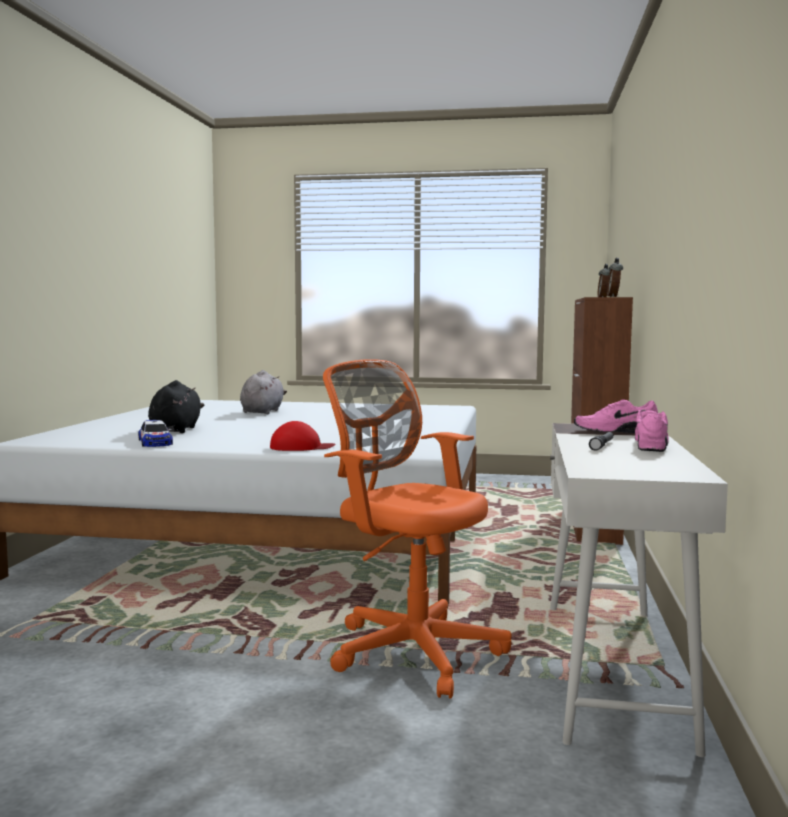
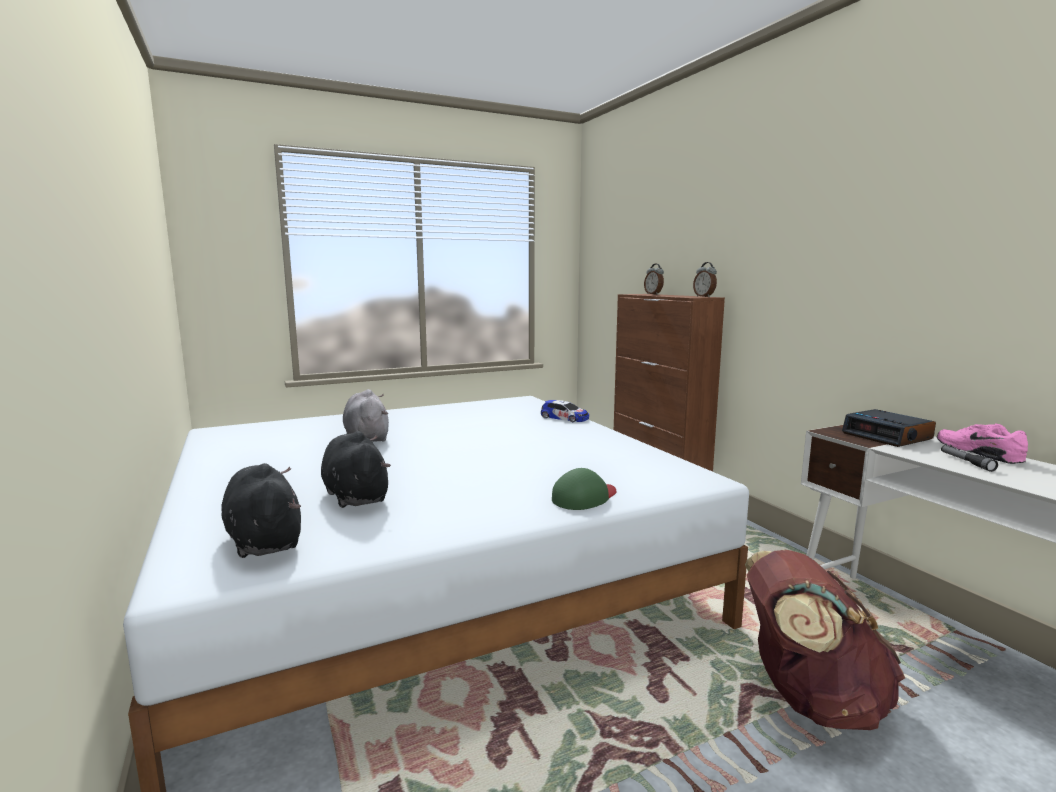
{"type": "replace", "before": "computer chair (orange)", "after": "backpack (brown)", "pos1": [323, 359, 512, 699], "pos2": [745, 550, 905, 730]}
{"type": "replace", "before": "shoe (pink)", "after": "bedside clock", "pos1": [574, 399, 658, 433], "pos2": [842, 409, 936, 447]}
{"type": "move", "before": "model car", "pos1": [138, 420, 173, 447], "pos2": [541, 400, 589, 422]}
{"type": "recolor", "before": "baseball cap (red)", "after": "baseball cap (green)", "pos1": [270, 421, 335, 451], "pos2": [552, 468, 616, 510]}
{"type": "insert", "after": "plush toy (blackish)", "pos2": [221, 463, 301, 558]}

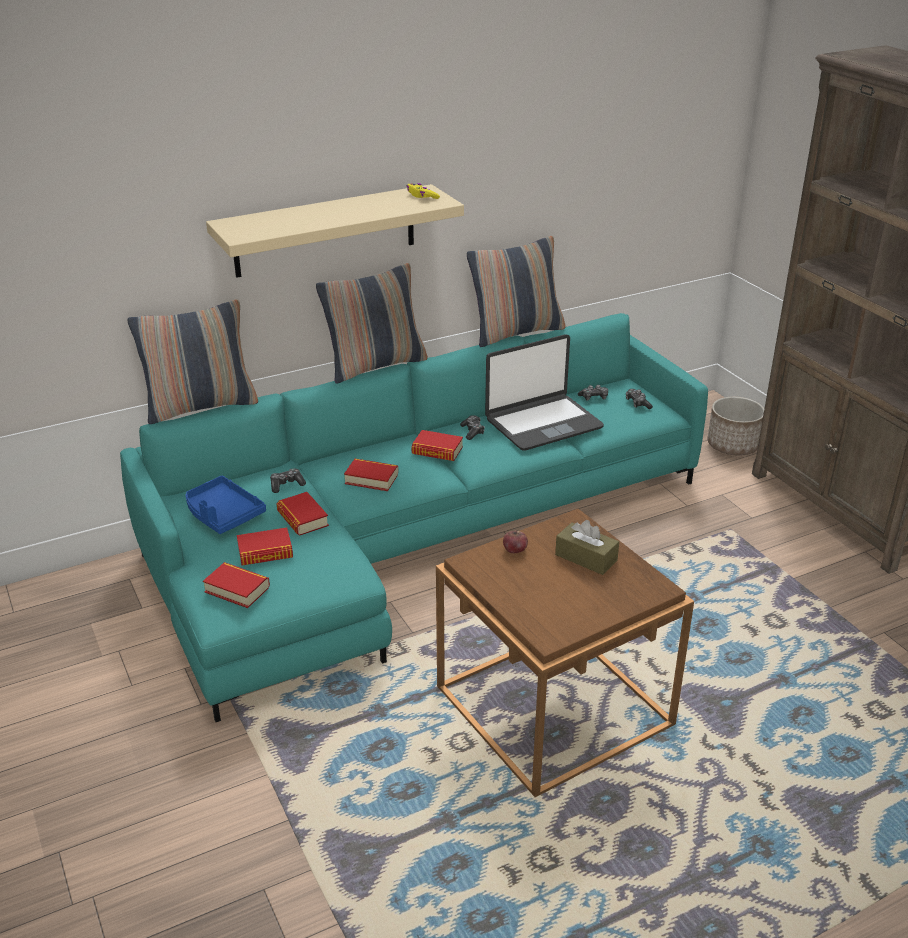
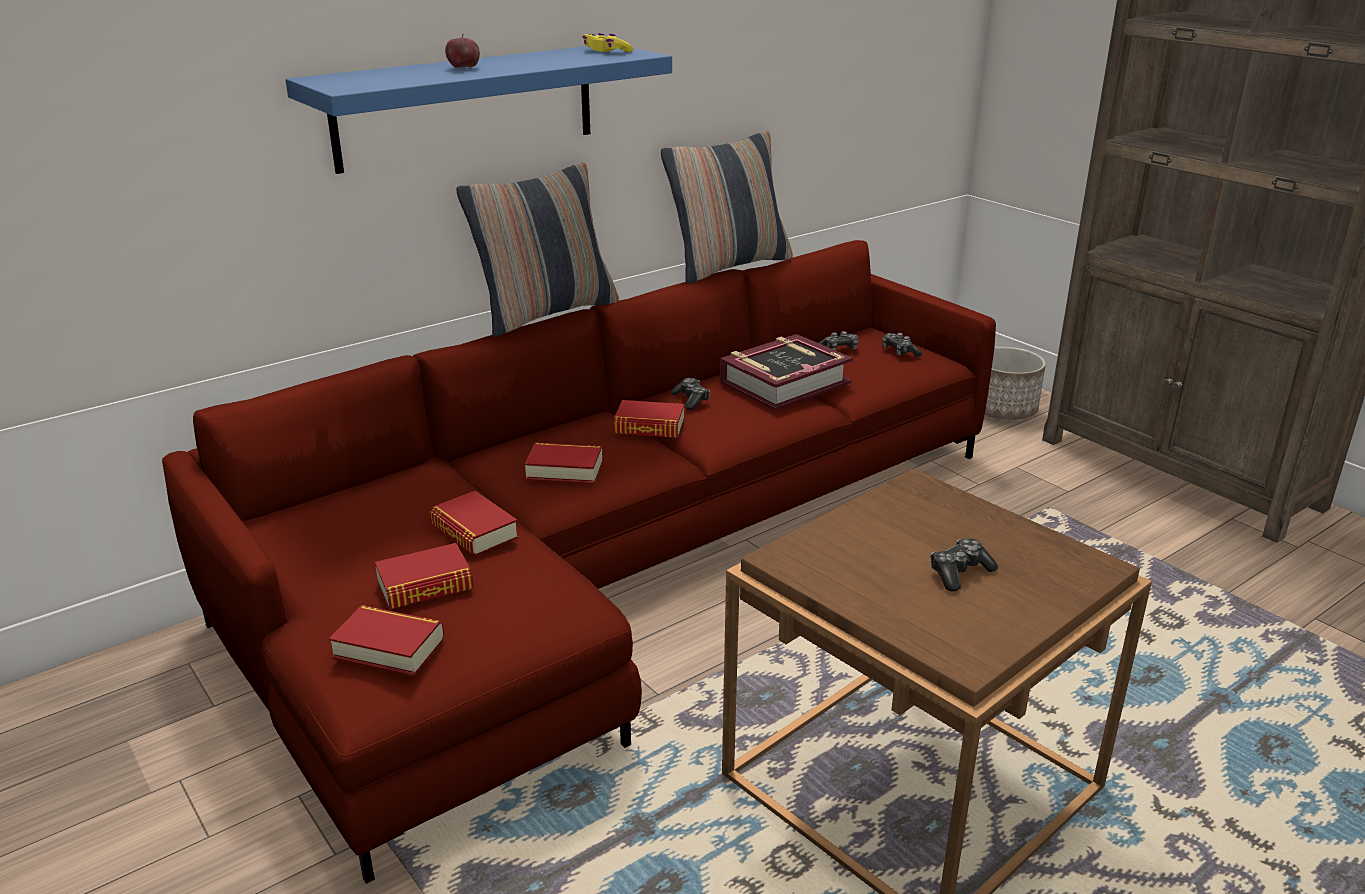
{"type": "recolor", "before": "shelf (beige)", "after": "shelf (blue)", "pos1": [206, 184, 464, 278], "pos2": [285, 46, 672, 174]}
{"type": "delete", "before": "pillow", "pos1": [128, 299, 258, 424]}
{"type": "recolor", "before": "sofa (turquoise)", "after": "sofa (red)", "pos1": [120, 313, 708, 722], "pos2": [162, 240, 996, 884]}
{"type": "replace", "before": "laptop", "after": "volume", "pos1": [485, 334, 604, 451], "pos2": [720, 334, 853, 411]}
{"type": "move", "before": "gamepad", "pos1": [270, 469, 306, 493], "pos2": [930, 539, 998, 592]}
{"type": "delete", "before": "serving tray (blue)", "pos1": [186, 476, 266, 534]}
{"type": "delete", "before": "box of tissues (brown)", "pos1": [555, 520, 619, 575]}
{"type": "move", "before": "whole apple", "pos1": [503, 531, 528, 553], "pos2": [445, 34, 480, 68]}

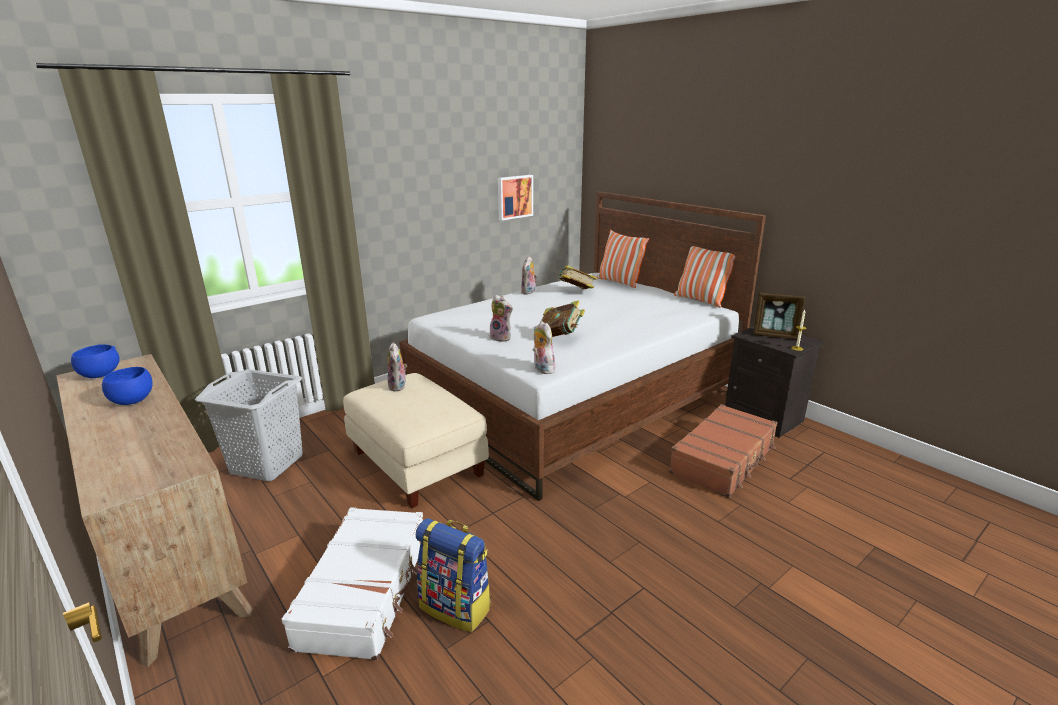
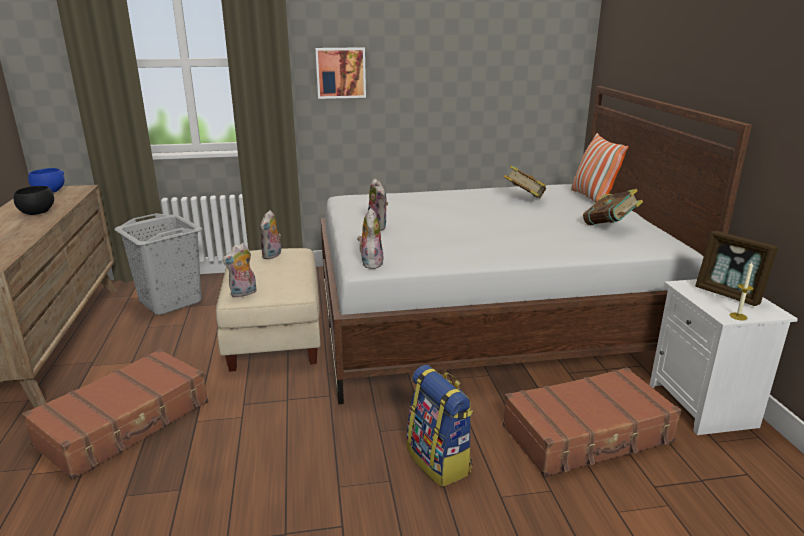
{"type": "move", "before": "wall picture", "pos1": [498, 175, 533, 220], "pos2": [315, 47, 366, 99]}
{"type": "delete", "before": "pillow", "pos1": [674, 246, 735, 308]}
{"type": "move", "before": "plush toy", "pos1": [521, 256, 537, 295], "pos2": [222, 243, 257, 297]}
{"type": "move", "before": "volume", "pos1": [541, 300, 585, 337], "pos2": [583, 189, 643, 226]}
{"type": "recolor", "before": "nightstand (blackish)", "after": "nightstand (white-coloured)", "pos1": [725, 326, 824, 438], "pos2": [650, 279, 798, 435]}
{"type": "recolor", "before": "serving bowl (blue)", "after": "serving bowl (blackish)", "pos1": [102, 367, 153, 405], "pos2": [13, 186, 54, 215]}
{"type": "recolor", "before": "travel case (white-coloured)", "after": "travel case (brown)", "pos1": [282, 507, 423, 660], "pos2": [22, 349, 208, 480]}
{"type": "move", "before": "backpack", "pos1": [416, 518, 491, 632], "pos2": [407, 365, 473, 487]}

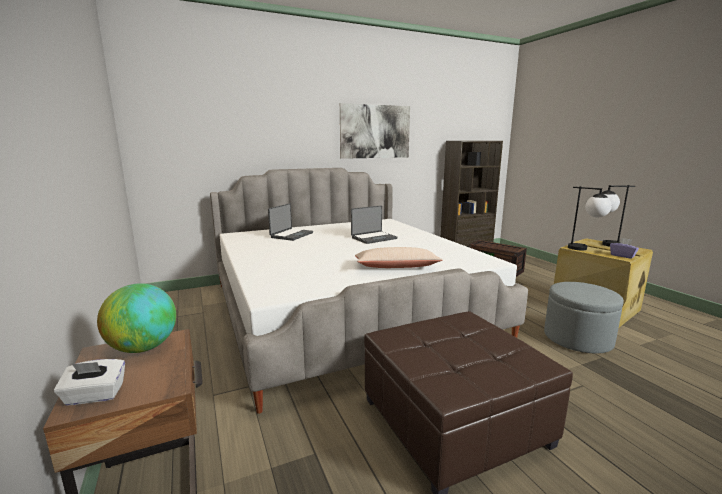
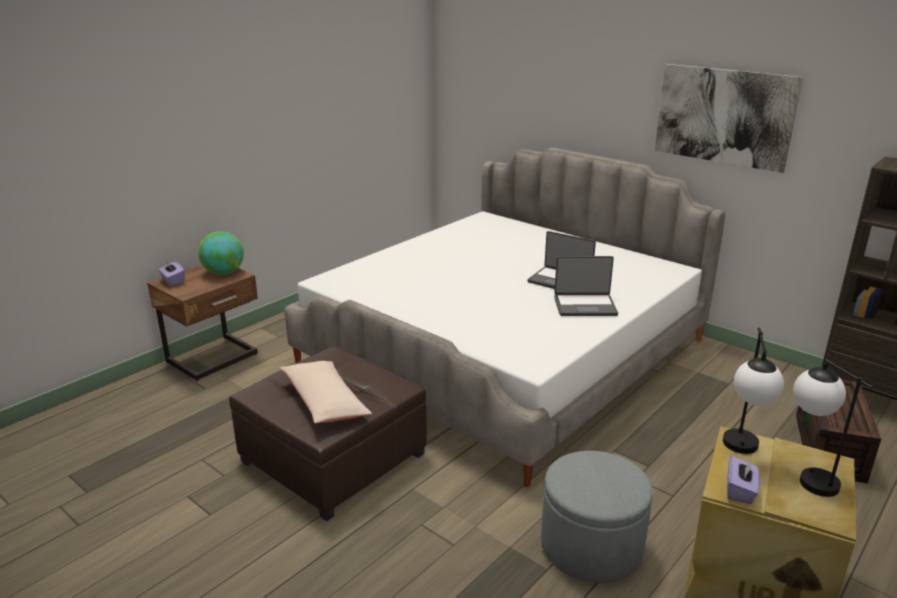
{"type": "move", "before": "laptop", "pos1": [268, 203, 313, 241], "pos2": [554, 256, 618, 316]}
{"type": "move", "before": "pillow (beige)", "pos1": [355, 247, 443, 268], "pos2": [280, 361, 372, 423]}
{"type": "recolor", "before": "box of tissues (white-coloured)", "after": "box of tissues (purple)", "pos1": [54, 359, 125, 405], "pos2": [158, 262, 185, 286]}

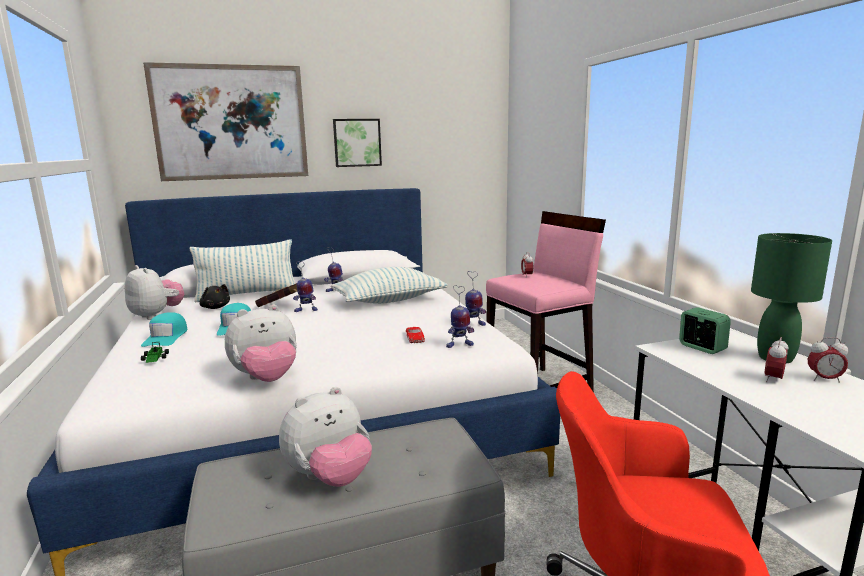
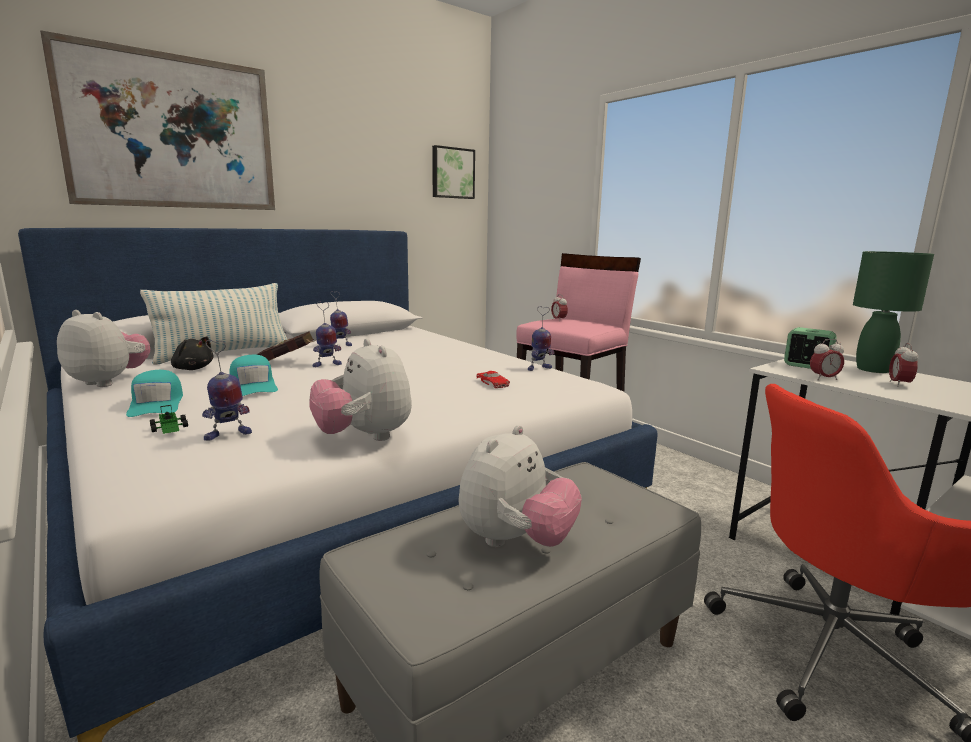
{"type": "move", "before": "wall picture", "pos1": [333, 119, 382, 167], "pos2": [432, 145, 475, 199]}
{"type": "delete", "before": "pillow", "pos1": [331, 267, 448, 304]}
{"type": "move", "before": "robot figure", "pos1": [446, 285, 474, 348], "pos2": [202, 340, 252, 441]}
{"type": "rotate", "before": "plush toy", "pos1": [225, 305, 297, 382], "pos2": [309, 338, 412, 441], "turn": 105}
{"type": "move", "before": "bedside clock", "pos1": [808, 337, 848, 383], "pos2": [810, 339, 844, 380]}

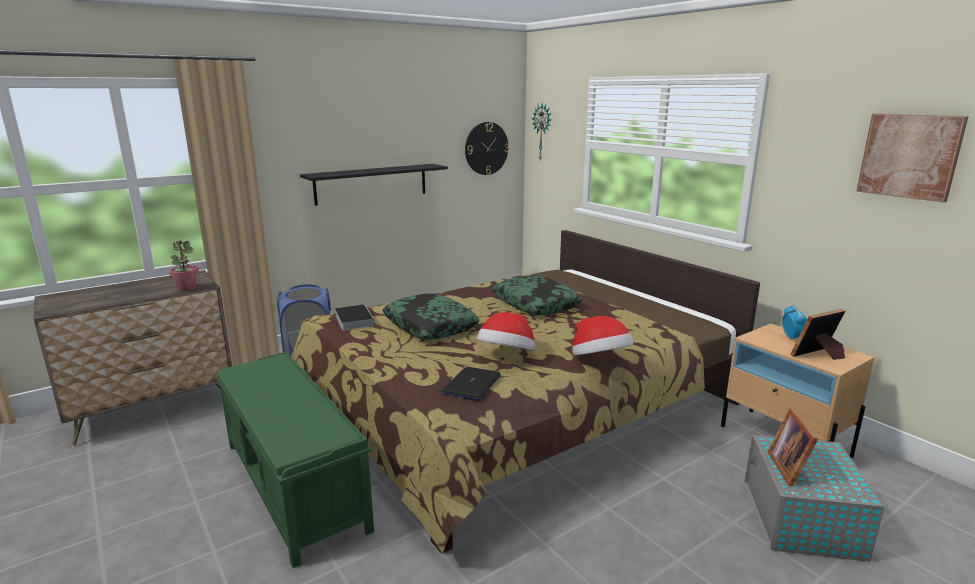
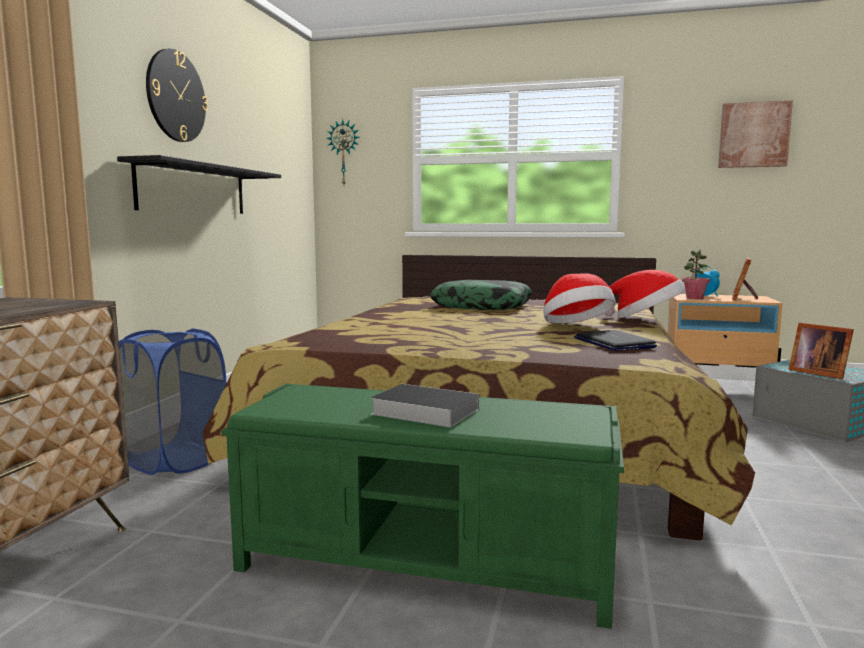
{"type": "move", "before": "wall clock", "pos1": [465, 122, 509, 175], "pos2": [146, 49, 208, 142]}
{"type": "move", "before": "potted plant", "pos1": [169, 240, 199, 291], "pos2": [682, 250, 710, 299]}
{"type": "delete", "before": "pillow", "pos1": [382, 293, 479, 340]}
{"type": "move", "before": "volume", "pos1": [335, 304, 374, 330], "pos2": [371, 384, 479, 427]}

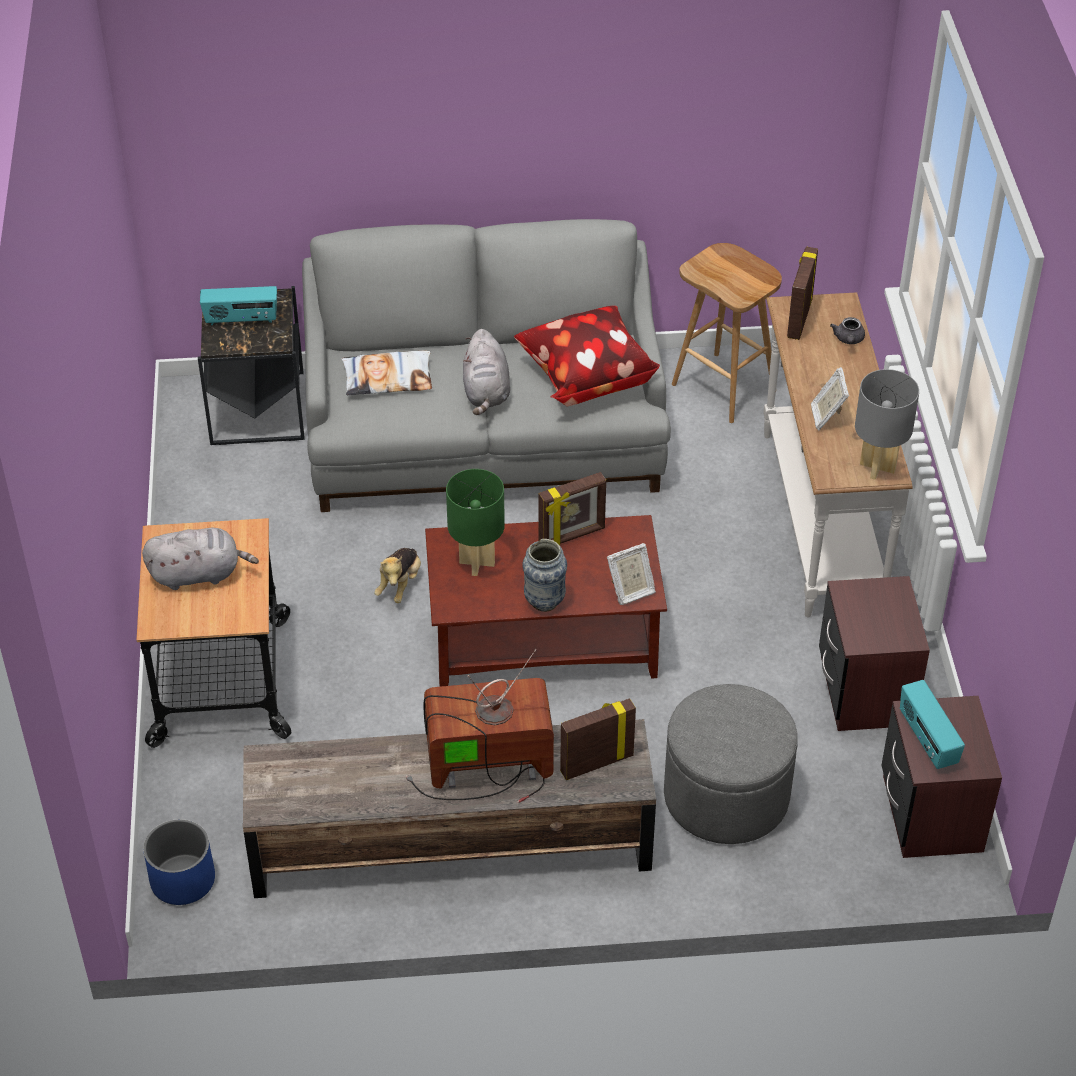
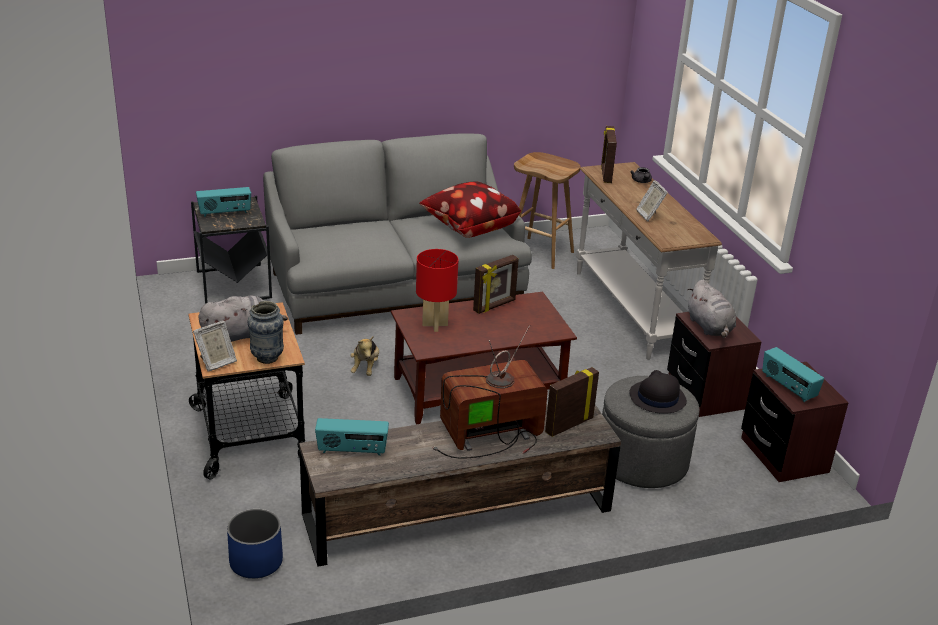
{"type": "move", "before": "plush toy (greyish)", "pos1": [463, 329, 510, 415], "pos2": [687, 280, 736, 338]}
{"type": "delete", "before": "pillow", "pos1": [342, 351, 432, 395]}
{"type": "delete", "before": "tabletop lamp (greyish)", "pos1": [855, 369, 919, 479]}
{"type": "recolor", "before": "tabletop lamp (green)", "after": "tabletop lamp (red)", "pos1": [446, 469, 505, 576], "pos2": [416, 249, 459, 332]}
{"type": "move", "before": "vase", "pos1": [522, 539, 567, 612], "pos2": [247, 301, 284, 364]}
{"type": "move", "before": "standing frame", "pos1": [607, 543, 656, 605], "pos2": [193, 321, 237, 372]}
{"type": "insert", "after": "wearable hat (blackish)", "pos2": [629, 370, 687, 414]}
{"type": "insert", "after": "radio set", "pos2": [315, 418, 389, 456]}

